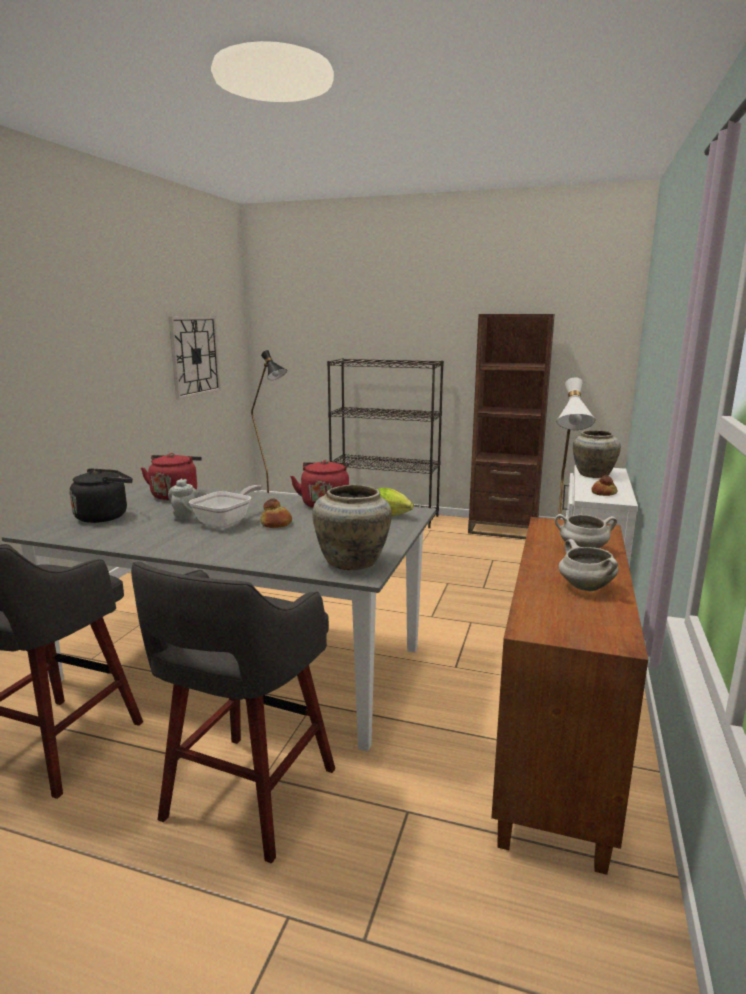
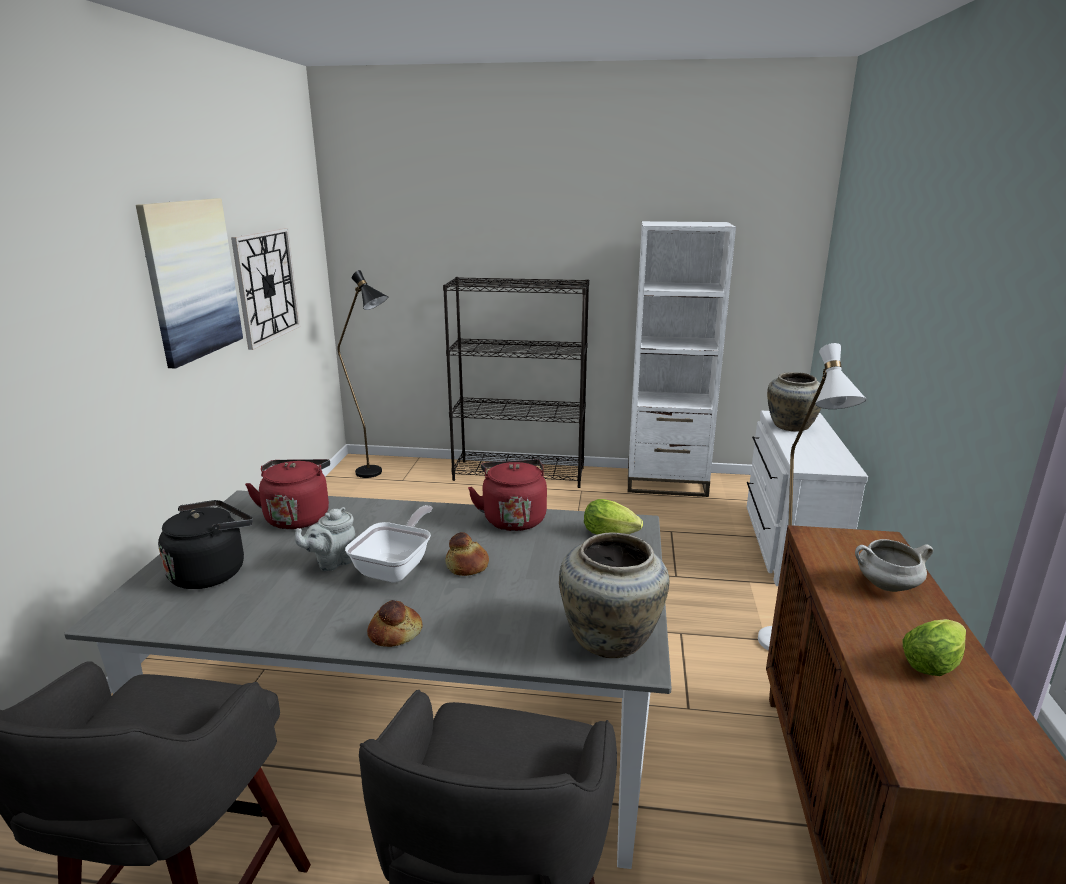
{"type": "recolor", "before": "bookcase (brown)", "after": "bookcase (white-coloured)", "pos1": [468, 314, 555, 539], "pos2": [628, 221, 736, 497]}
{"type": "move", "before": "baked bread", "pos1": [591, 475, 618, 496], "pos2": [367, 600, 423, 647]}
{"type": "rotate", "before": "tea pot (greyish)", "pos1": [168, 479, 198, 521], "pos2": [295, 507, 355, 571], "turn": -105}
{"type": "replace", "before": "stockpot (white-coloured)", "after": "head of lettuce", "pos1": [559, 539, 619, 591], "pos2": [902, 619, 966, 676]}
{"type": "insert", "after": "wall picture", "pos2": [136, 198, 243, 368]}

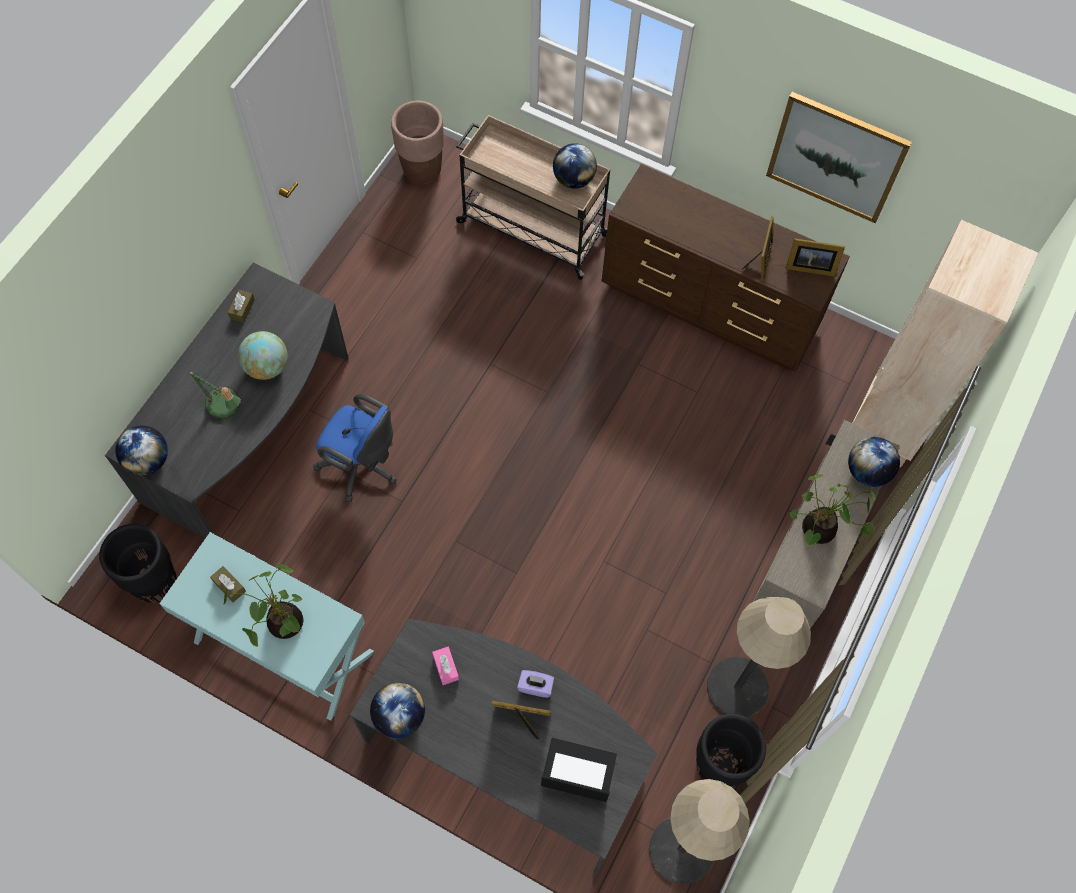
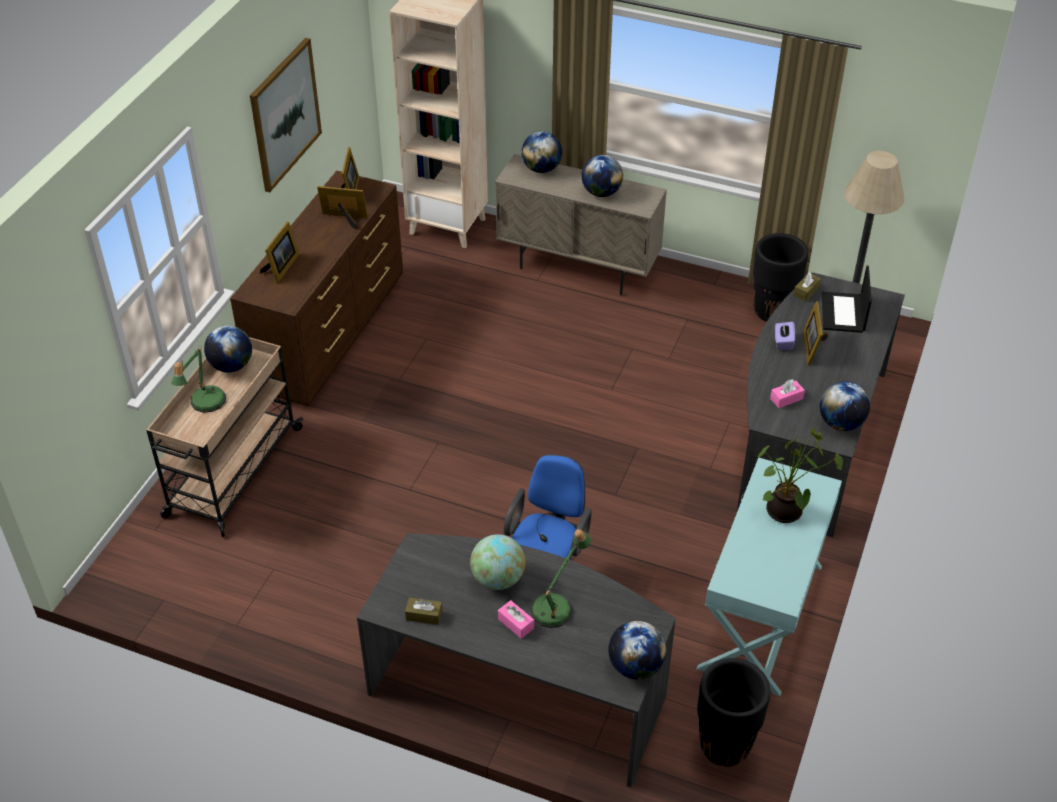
{"type": "delete", "before": "planter (brown)", "pos1": [391, 101, 444, 186]}
{"type": "replace", "before": "potted plant", "after": "world globe", "pos1": [790, 474, 876, 546], "pos2": [581, 155, 623, 197]}
{"type": "move", "before": "box of tissues (brown)", "pos1": [210, 566, 246, 602], "pos2": [793, 272, 821, 301]}
{"type": "delete", "before": "floor lamp", "pos1": [707, 597, 811, 717]}
{"type": "insert", "after": "standing frame", "pos2": [260, 221, 299, 283]}
{"type": "insert", "after": "tabletop lamp", "pos2": [171, 346, 226, 413]}
{"type": "insert", "after": "box of tissues (pink)", "pos2": [498, 600, 534, 639]}

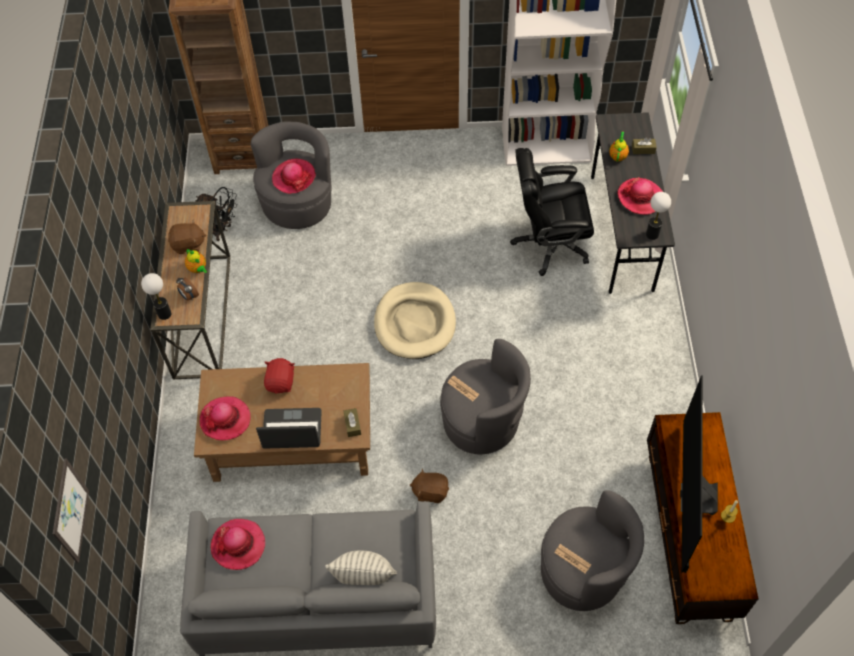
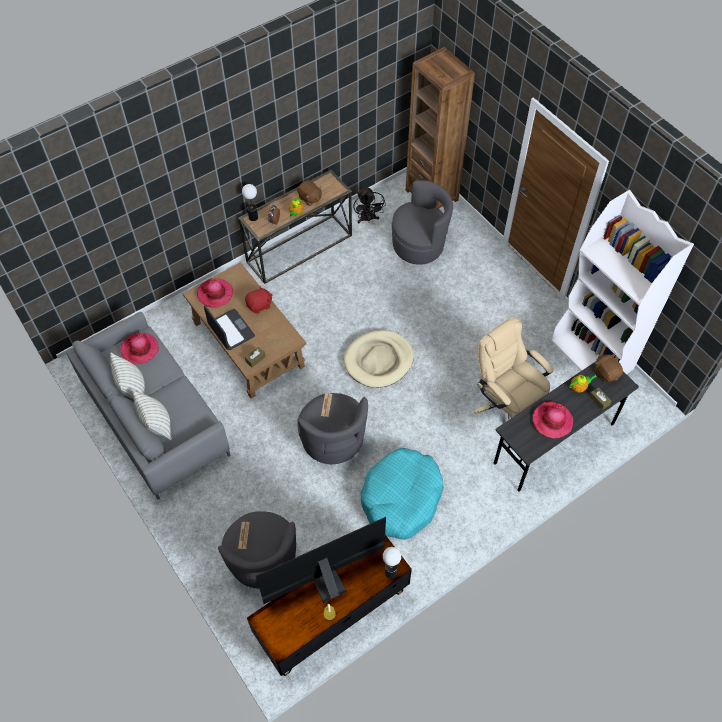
{"type": "recolor", "before": "computer chair (blackish)", "after": "computer chair (beige)", "pos1": [510, 148, 594, 276], "pos2": [474, 317, 553, 420]}
{"type": "delete", "before": "wearable hat", "pos1": [272, 159, 316, 194]}
{"type": "move", "before": "tabletop lamp", "pos1": [646, 192, 671, 240], "pos2": [383, 547, 401, 579]}
{"type": "delete", "before": "wall picture", "pos1": [53, 458, 89, 563]}
{"type": "move", "before": "plush toy (brown)", "pos1": [410, 469, 449, 503], "pos2": [594, 354, 623, 382]}
{"type": "insert", "after": "pillow", "pos2": [110, 352, 145, 399]}
{"type": "insert", "after": "dog bed (turquoise)", "pos2": [361, 448, 444, 540]}

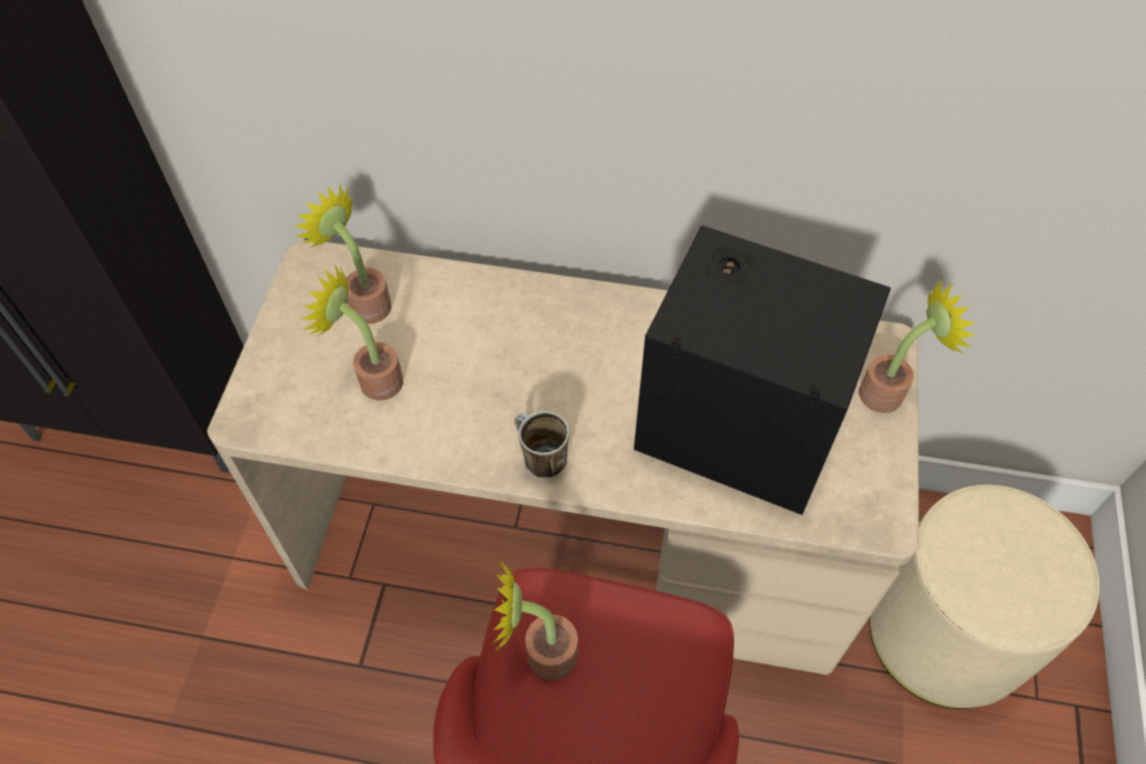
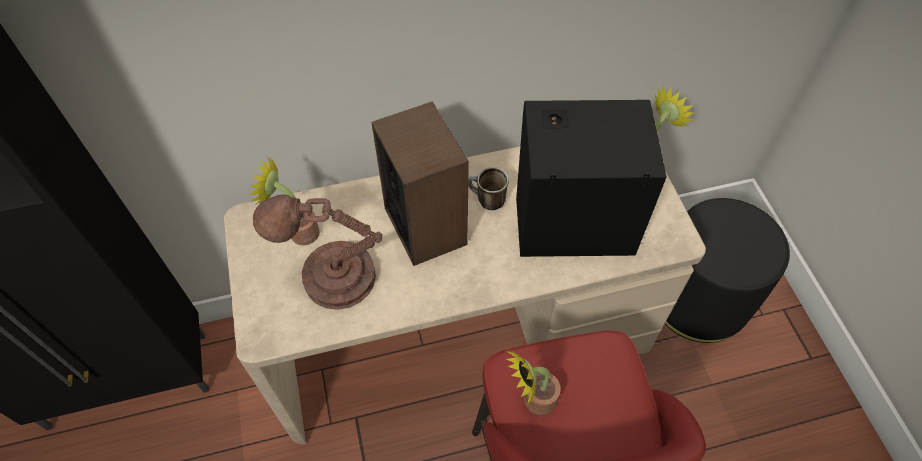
{"type": "replace", "before": "potted plant", "after": "tabletop lamp (brown)", "pos1": [301, 264, 403, 400], "pos2": [253, 194, 382, 310]}
{"type": "move", "before": "coffee mug", "pos1": [515, 411, 570, 477], "pos2": [468, 167, 509, 210]}
{"type": "recolor", "before": "pouffe (beige)", "after": "pouffe (blackish)", "pos1": [869, 485, 1100, 709], "pos2": [665, 198, 790, 343]}
{"type": "insert", "after": "loudspeaker", "pos2": [371, 101, 469, 266]}

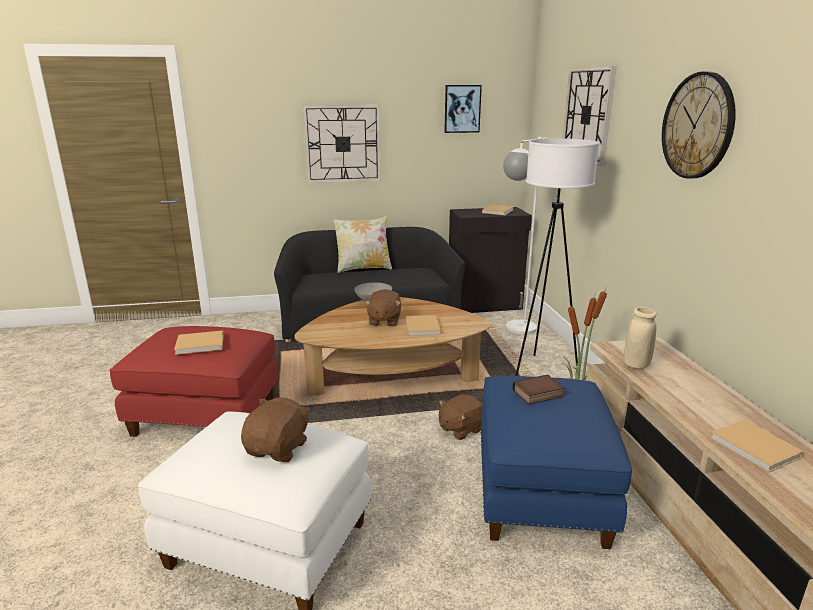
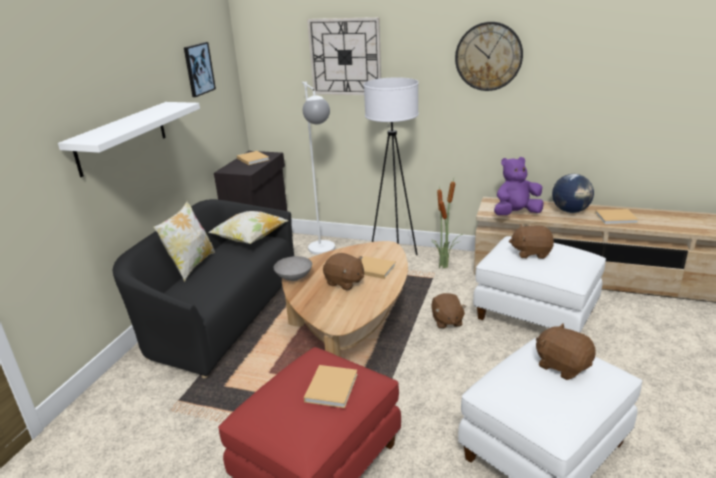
{"type": "replace", "before": "wall clock", "after": "shelf (white-coloured)", "pos1": [303, 105, 381, 183], "pos2": [58, 102, 200, 177]}
{"type": "replace", "before": "vase (beige)", "after": "plush toy (purple)", "pos1": [624, 307, 657, 369], "pos2": [494, 157, 544, 215]}
{"type": "replace", "before": "volume", "after": "plush toy (brown)", "pos1": [513, 375, 565, 404], "pos2": [509, 224, 554, 259]}
{"type": "recolor", "before": "pouffe (blue)", "after": "pouffe (white-coloured)", "pos1": [480, 376, 632, 549], "pos2": [473, 236, 606, 333]}
{"type": "insert", "after": "world globe", "pos2": [552, 174, 594, 213]}
{"type": "insert", "after": "pillow", "pos2": [208, 211, 288, 244]}

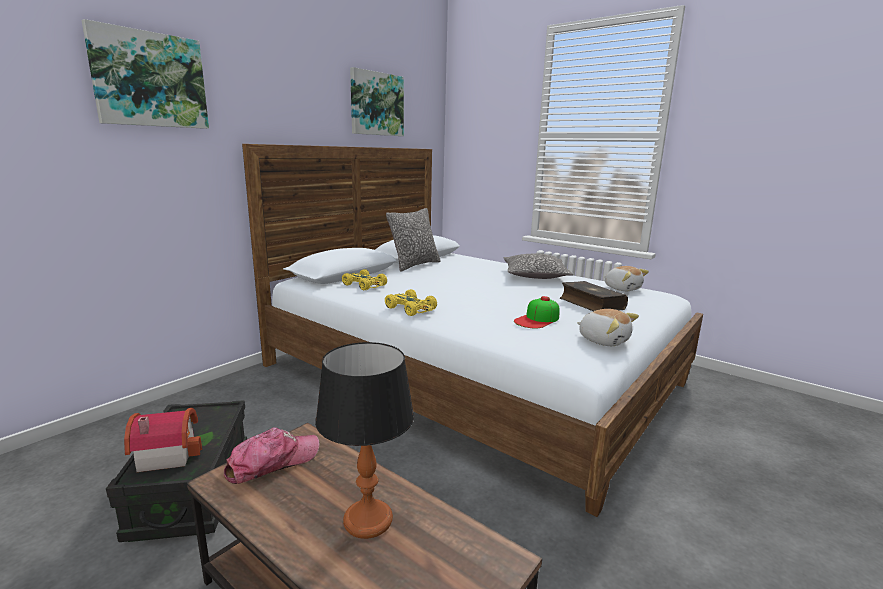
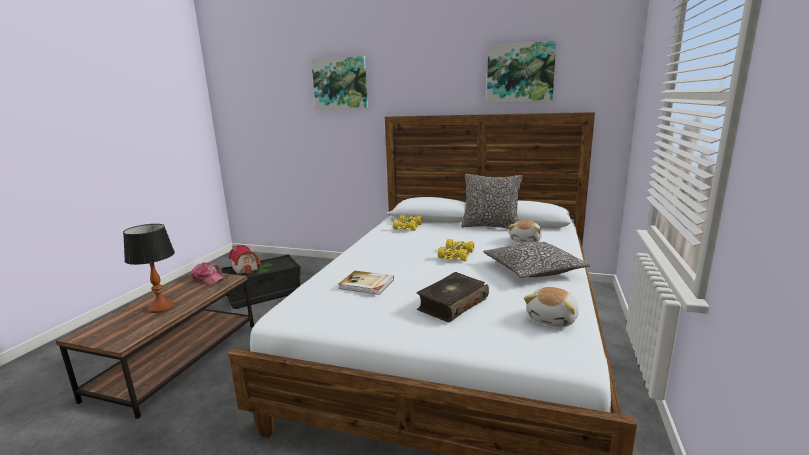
{"type": "move", "before": "model car (yellow-coloured)", "pos1": [385, 289, 437, 316], "pos2": [438, 239, 475, 261]}
{"type": "replace", "before": "baseball cap", "after": "volume", "pos1": [514, 296, 560, 328], "pos2": [338, 271, 394, 295]}
{"type": "move", "before": "plush toy", "pos1": [577, 309, 639, 346], "pos2": [508, 220, 542, 243]}

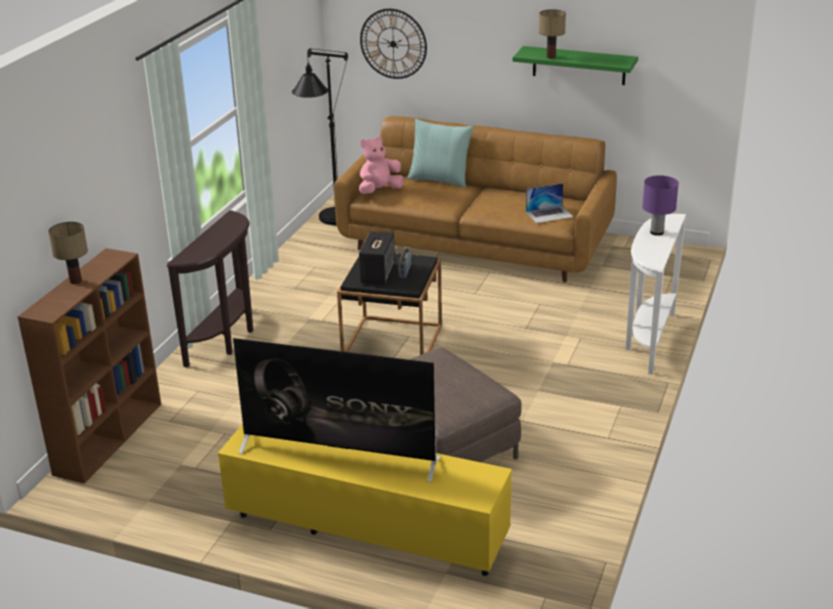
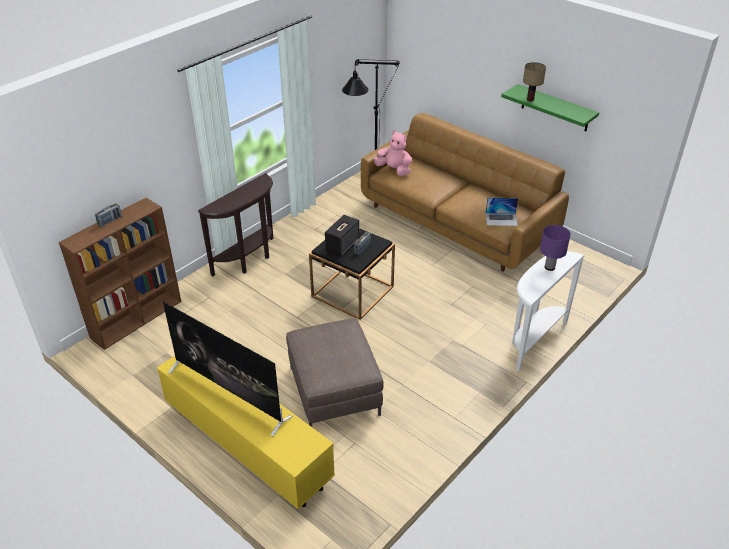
{"type": "delete", "before": "wall clock", "pos1": [360, 9, 427, 79]}
{"type": "delete", "before": "pillow", "pos1": [407, 119, 474, 188]}
{"type": "rotate", "before": "plush toy (pink)", "pos1": [359, 137, 404, 194], "pos2": [374, 130, 412, 176], "turn": 45}
{"type": "replace", "before": "tabletop lamp", "after": "radio set", "pos1": [48, 222, 88, 284], "pos2": [95, 203, 122, 227]}

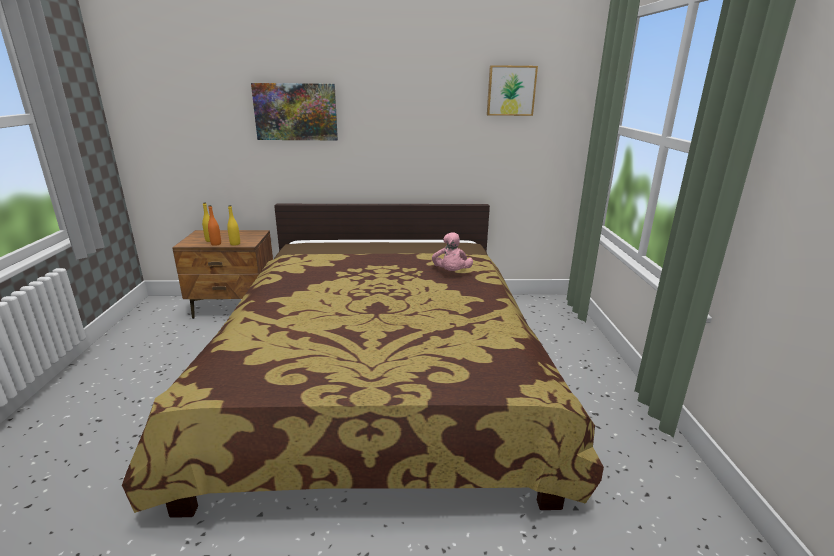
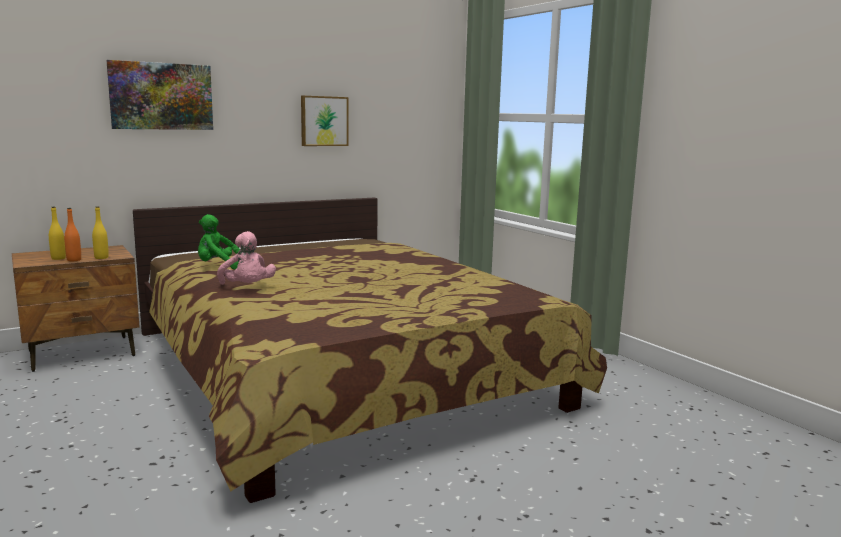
{"type": "move", "before": "wall picture", "pos1": [487, 65, 538, 116], "pos2": [301, 96, 349, 146]}
{"type": "move", "before": "plush toy (pink)", "pos1": [432, 232, 473, 271], "pos2": [217, 231, 276, 285]}
{"type": "insert", "after": "plush toy (green)", "pos2": [198, 214, 240, 269]}

